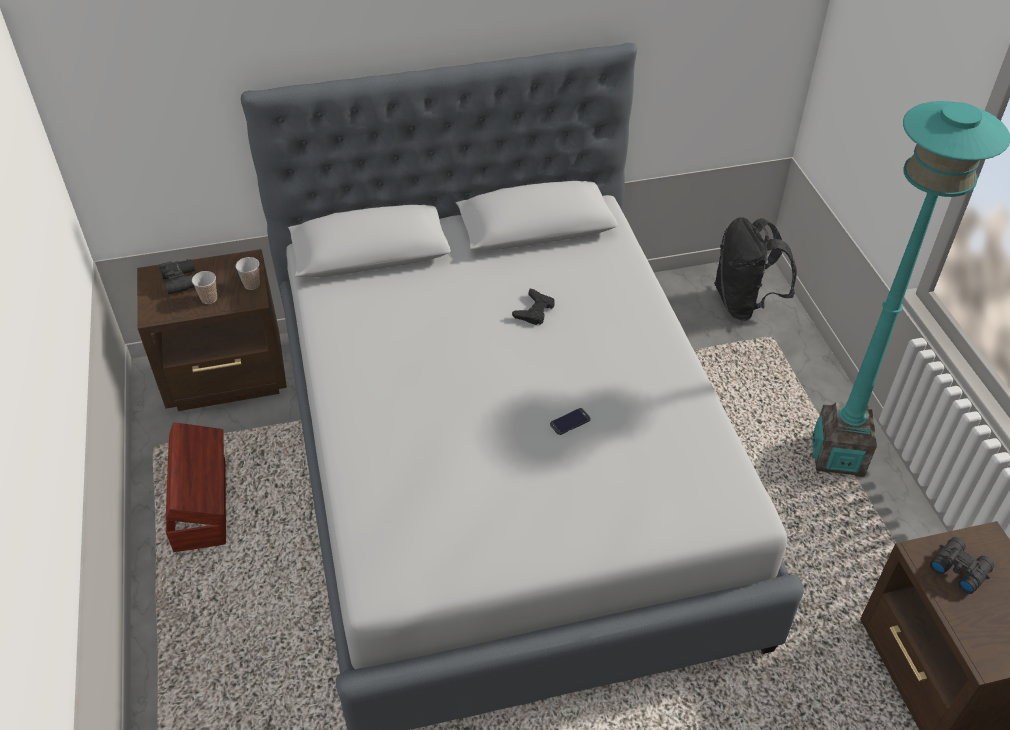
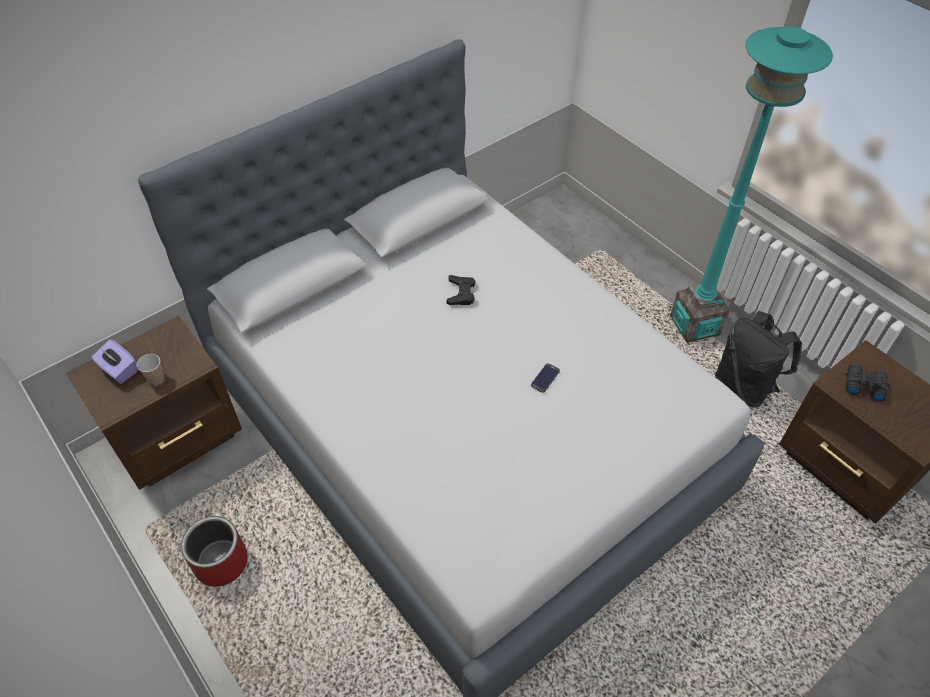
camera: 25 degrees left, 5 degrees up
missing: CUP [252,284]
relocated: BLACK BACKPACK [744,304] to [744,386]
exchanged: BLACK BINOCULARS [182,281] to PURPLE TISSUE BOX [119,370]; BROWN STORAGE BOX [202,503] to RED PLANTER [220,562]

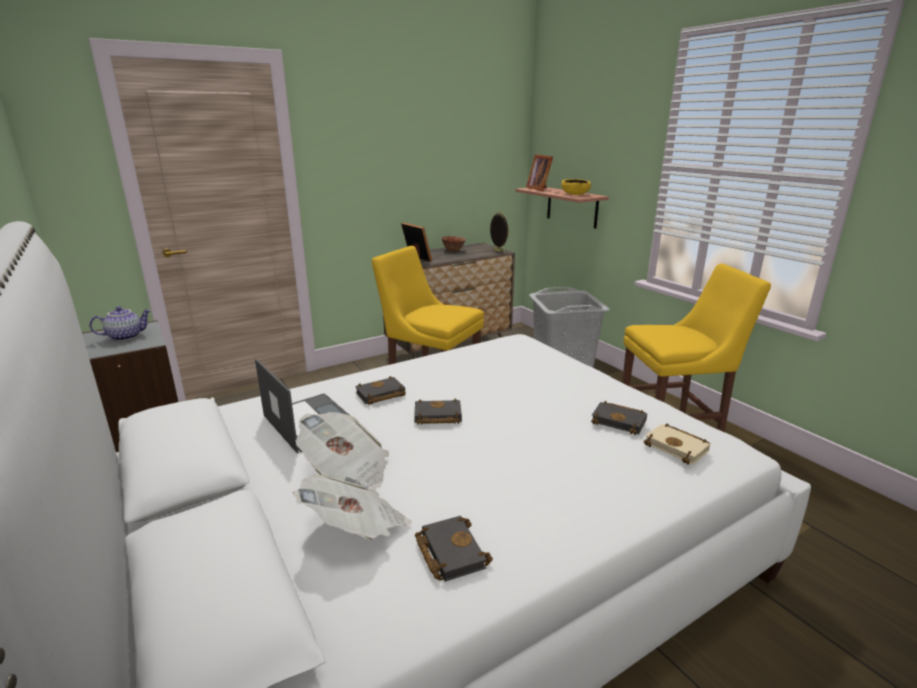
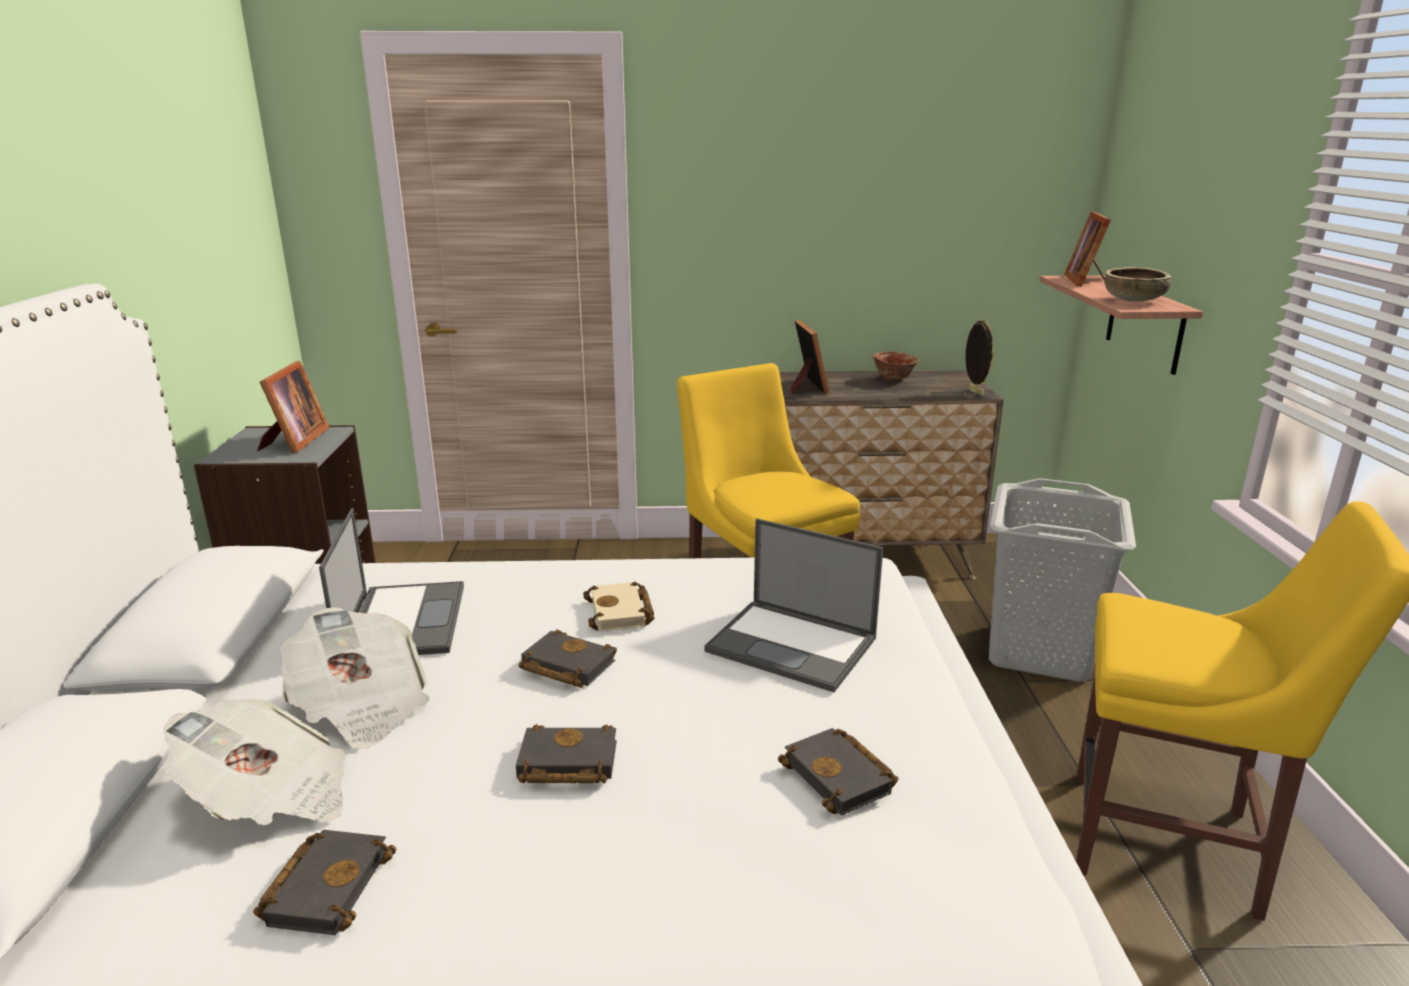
camera: 30 degrees right, 0 degrees up
appeared: LAPTOP [793,645]
relocated: BLACK BOOK [380,395] to [565,764]; BEIGE BOOK [678,447] to [621,613]
exchanged: TEAPOT [126,336] to PICTURE FRAME [294,441]
colour: YELLOW BOWL [575,194] to BROWN BOWL [1133,300]

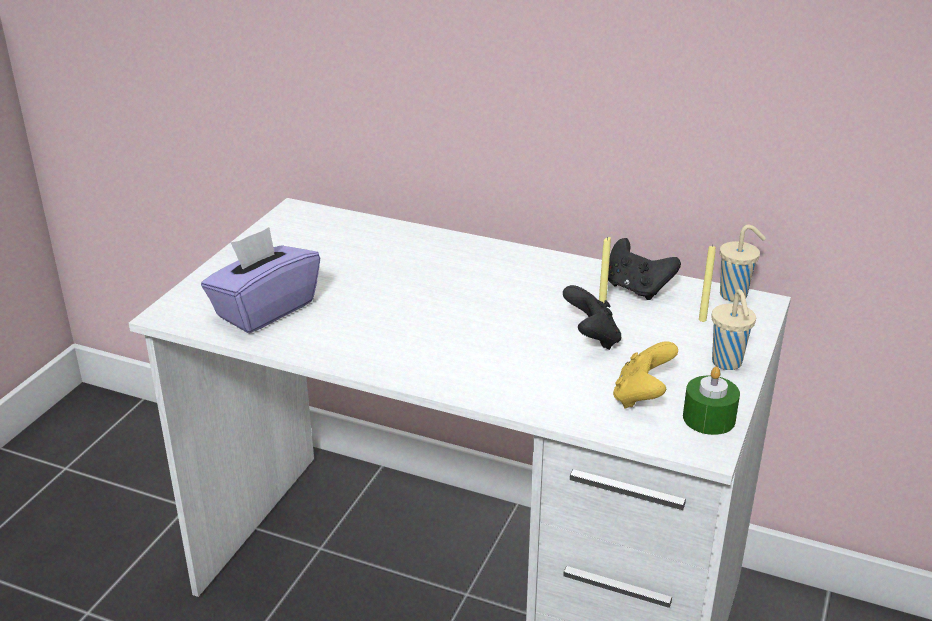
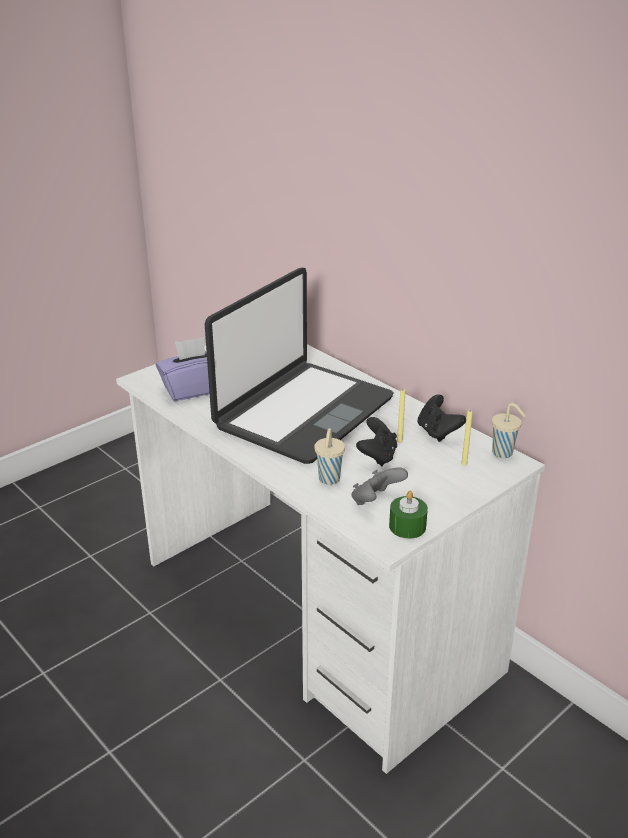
camera: 25 degrees right, 0 degrees up
appeared: LAPTOP [303,412]
relocated: BEIGE CUP [727,363] to [329,480]
colour: YELLOW GAME CONTROLLER [642,397] to GREY GAME CONTROLLER [376,501]

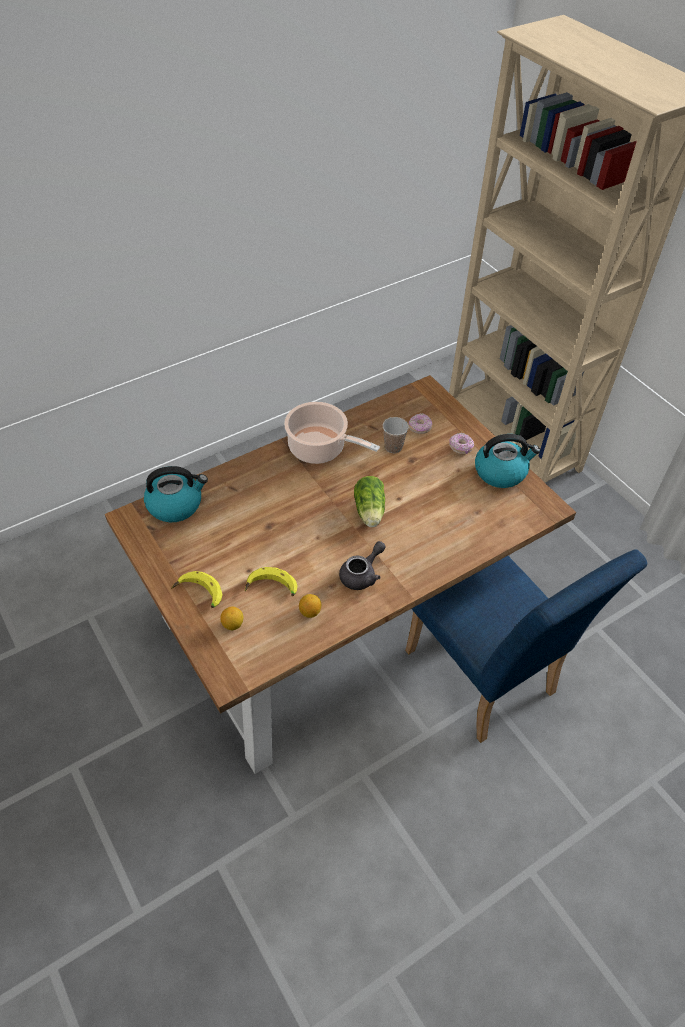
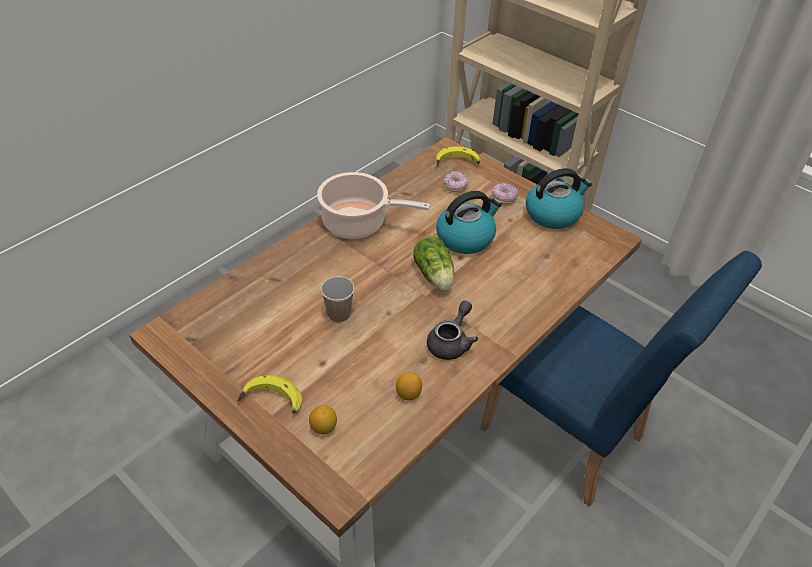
camera: 15 degrees left, 5 degrees down
relocated: KETTLE [176,504] to [466,237]; BANANA [271,589] to [457,164]; CUP [393,447] to [339,314]

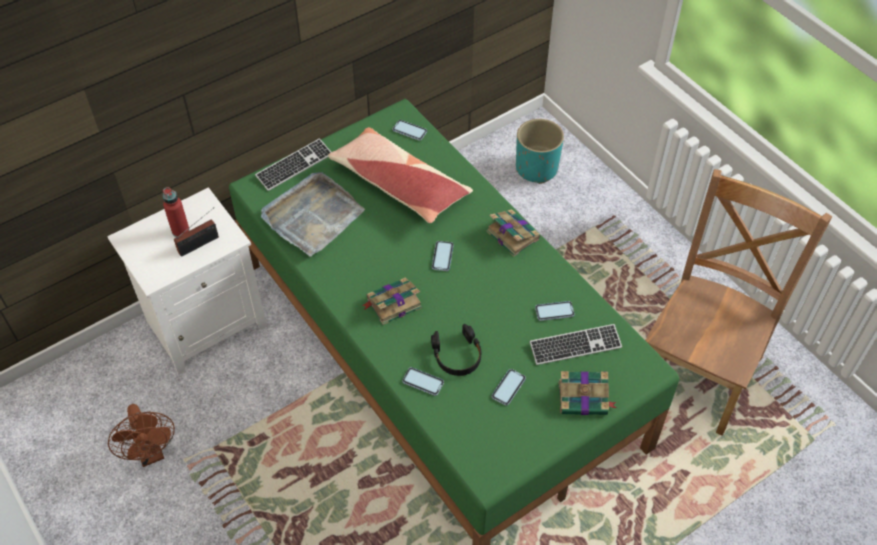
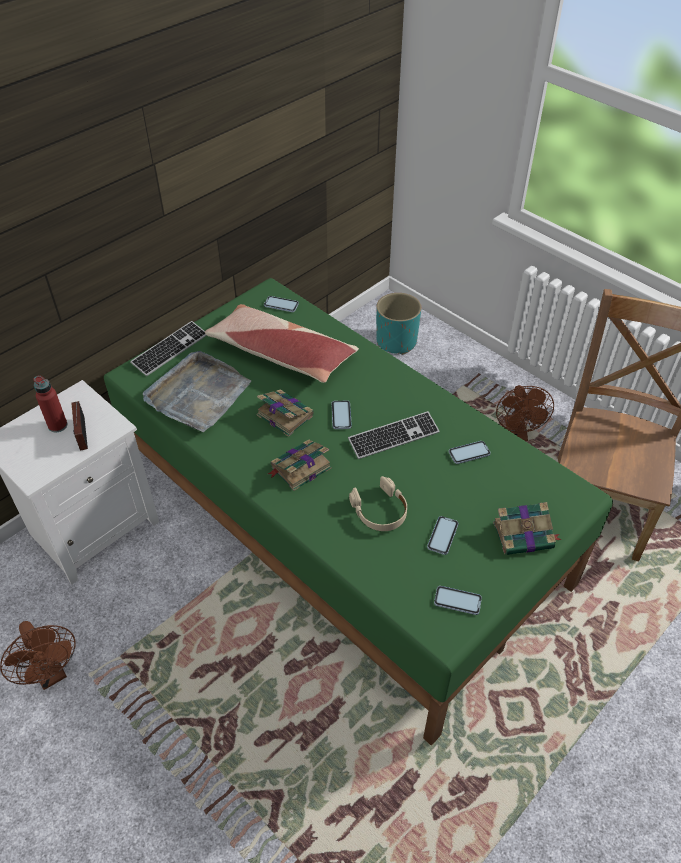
camera: 10 degrees left, 5 degrees down
appeared: BROWN FAN [517,434]
relocated: PHONE [423,382] to [457,601]; BOOK [512,234] to [284,414]; KEYBOARD [575,346] to [393,437]
colour: BLACK HEADPHONES [457,355] to BEIGE HEADPHONES [380,511]
spun: RADIO [201,244] = [82,435] 120 degrees clockwise

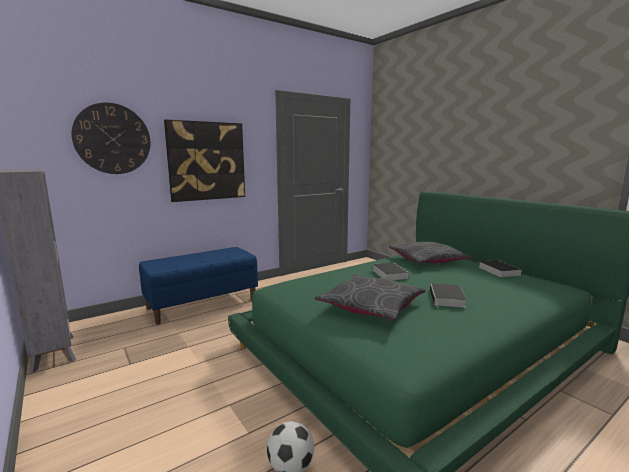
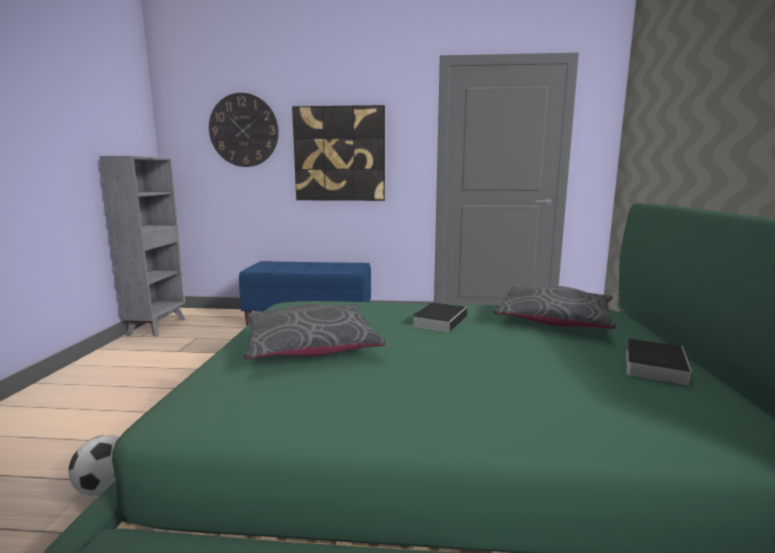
camera: 40 degrees right, 0 degrees up
missing: BOOK [447,299]

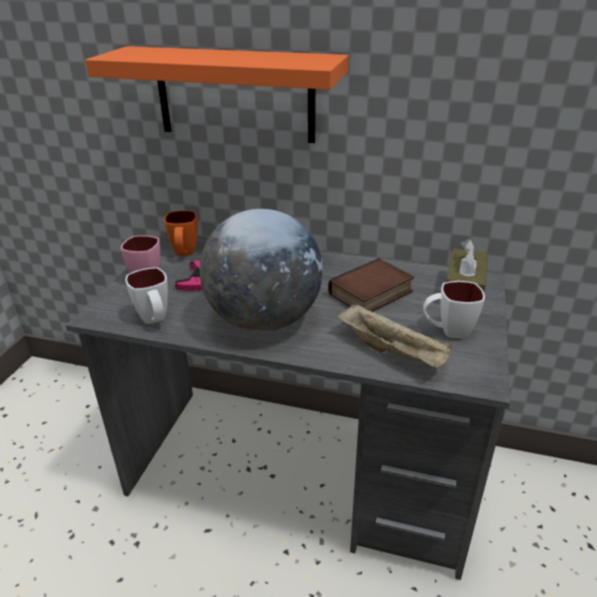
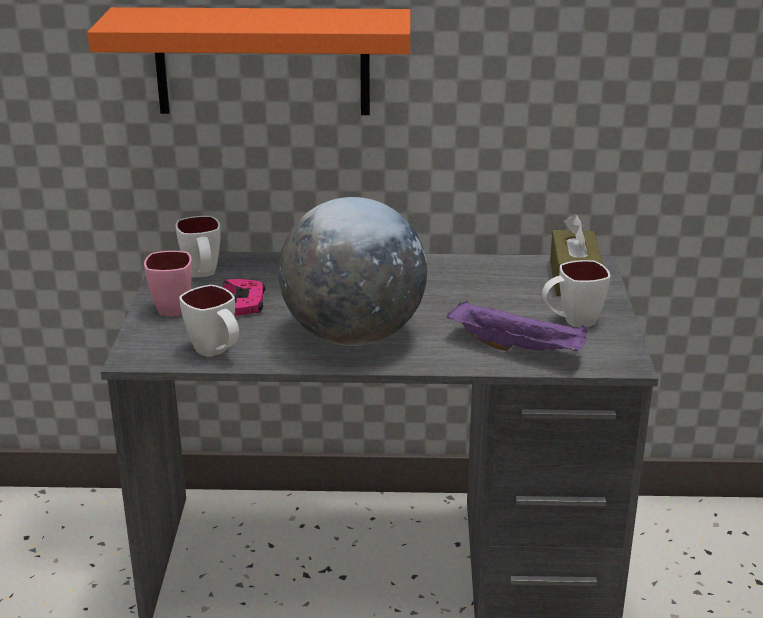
camera: 15 degrees left, 5 degrees down
missing: BOOK [371,294]
colour: ORANGE MUG [184,254] to WHITE MUG [203,275]; BEIGE TRAY [392,351] to PURPLE TRAY [518,348]

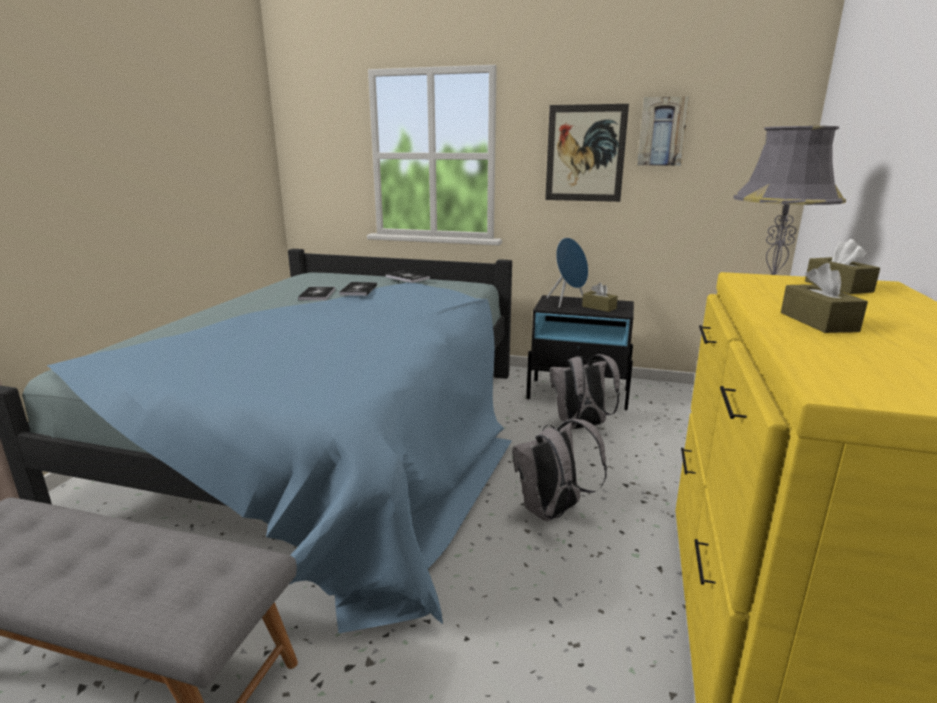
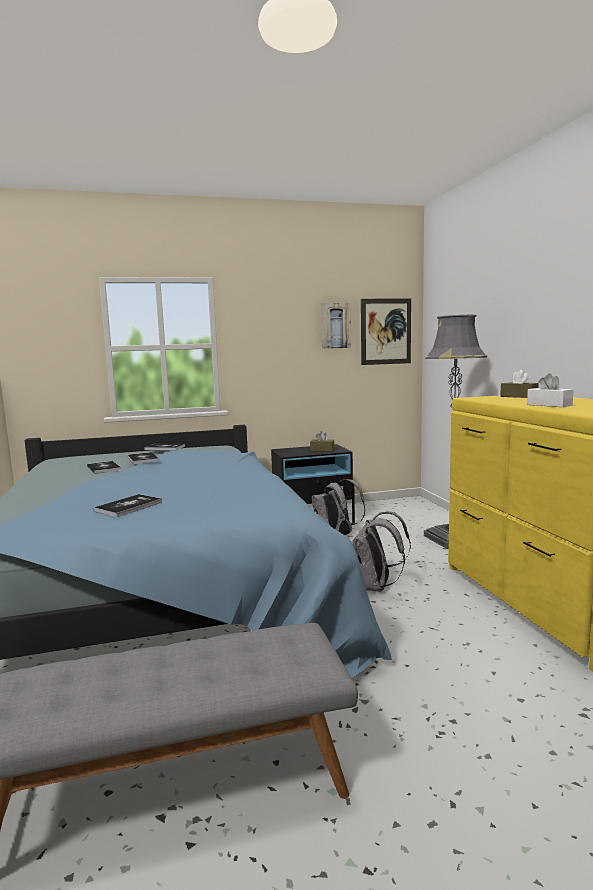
camera: 30 degrees left, 10 degrees down
missing: BLUE SPEAKER [567,302]
appeared: BOOK [128,507]
relocated: PICTURE [585,153] to [386,331]
colour: BROWN TISSUE BOX [818,322] to WHITE TISSUE BOX [549,405]

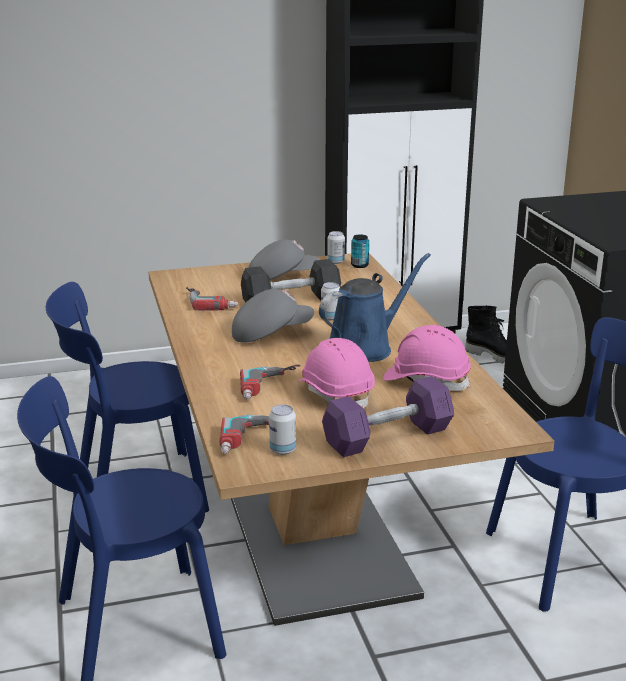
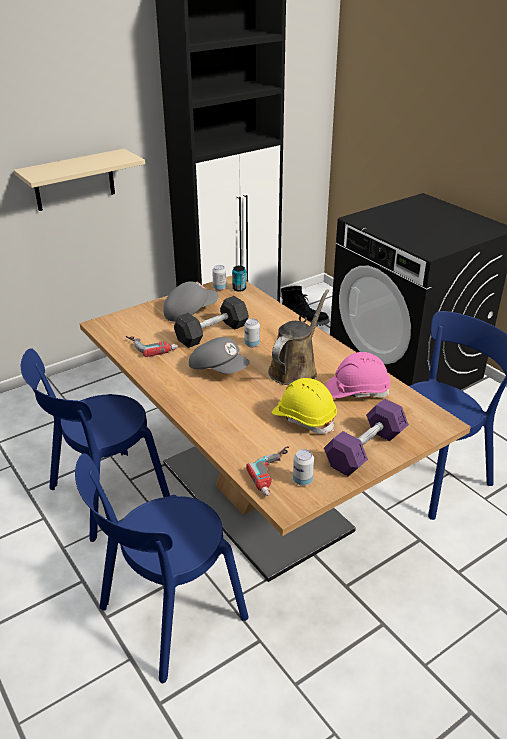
camera: 20 degrees left, 10 degrees up
missing: POWER DRILL [272,387]
appeared: BEIGE SHELF [74,180]
colour: PINK HARD HAT [335,394] to YELLOW HARD HAT [304,418]; BLUE WATERING CAN [364,347] to BROWN WATERING CAN [295,369]
spun: GREY CAP [271,333] = [219,369] 75 degrees clockwise

